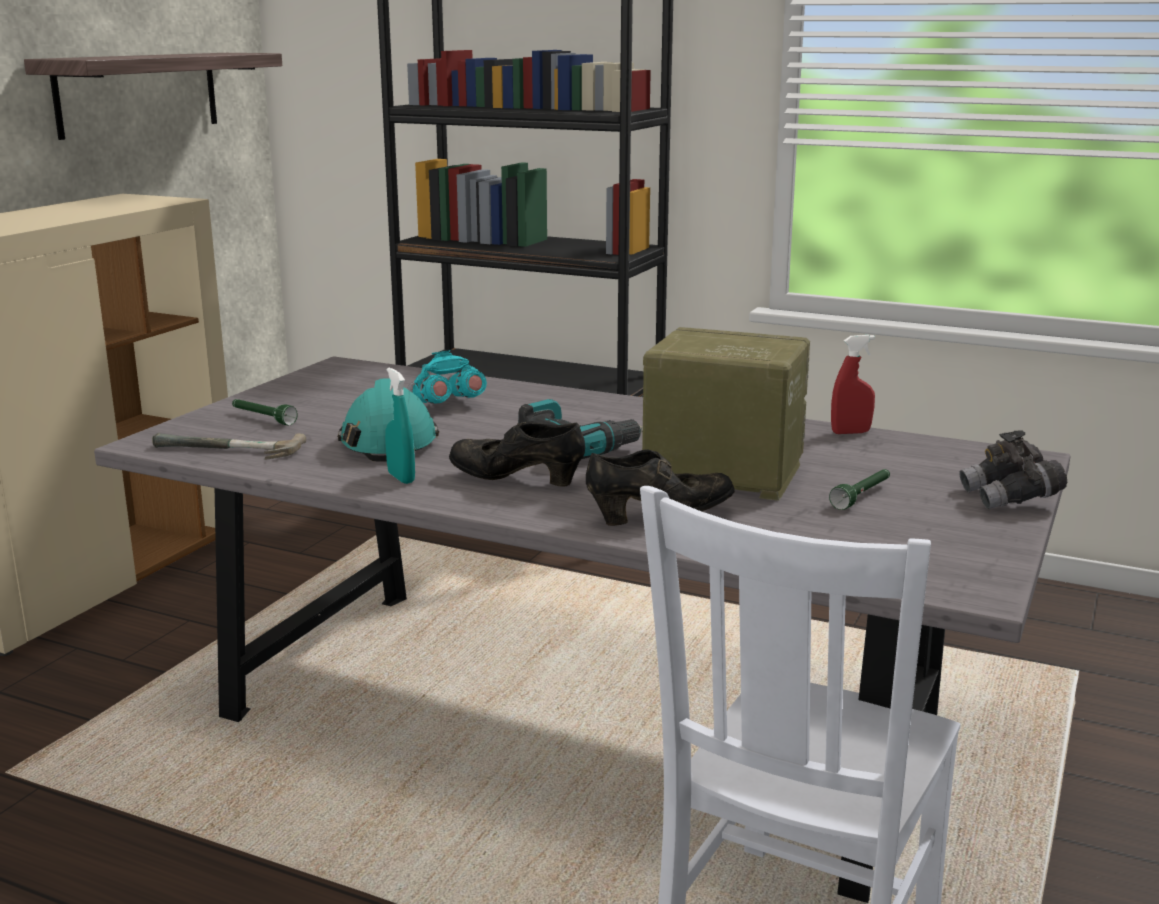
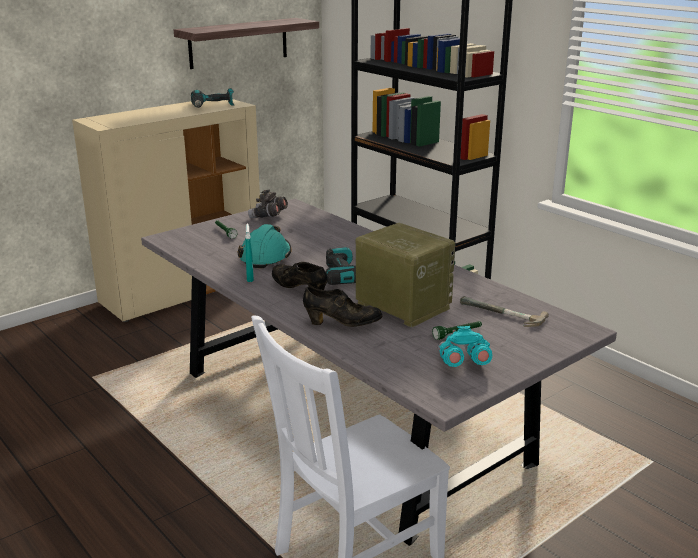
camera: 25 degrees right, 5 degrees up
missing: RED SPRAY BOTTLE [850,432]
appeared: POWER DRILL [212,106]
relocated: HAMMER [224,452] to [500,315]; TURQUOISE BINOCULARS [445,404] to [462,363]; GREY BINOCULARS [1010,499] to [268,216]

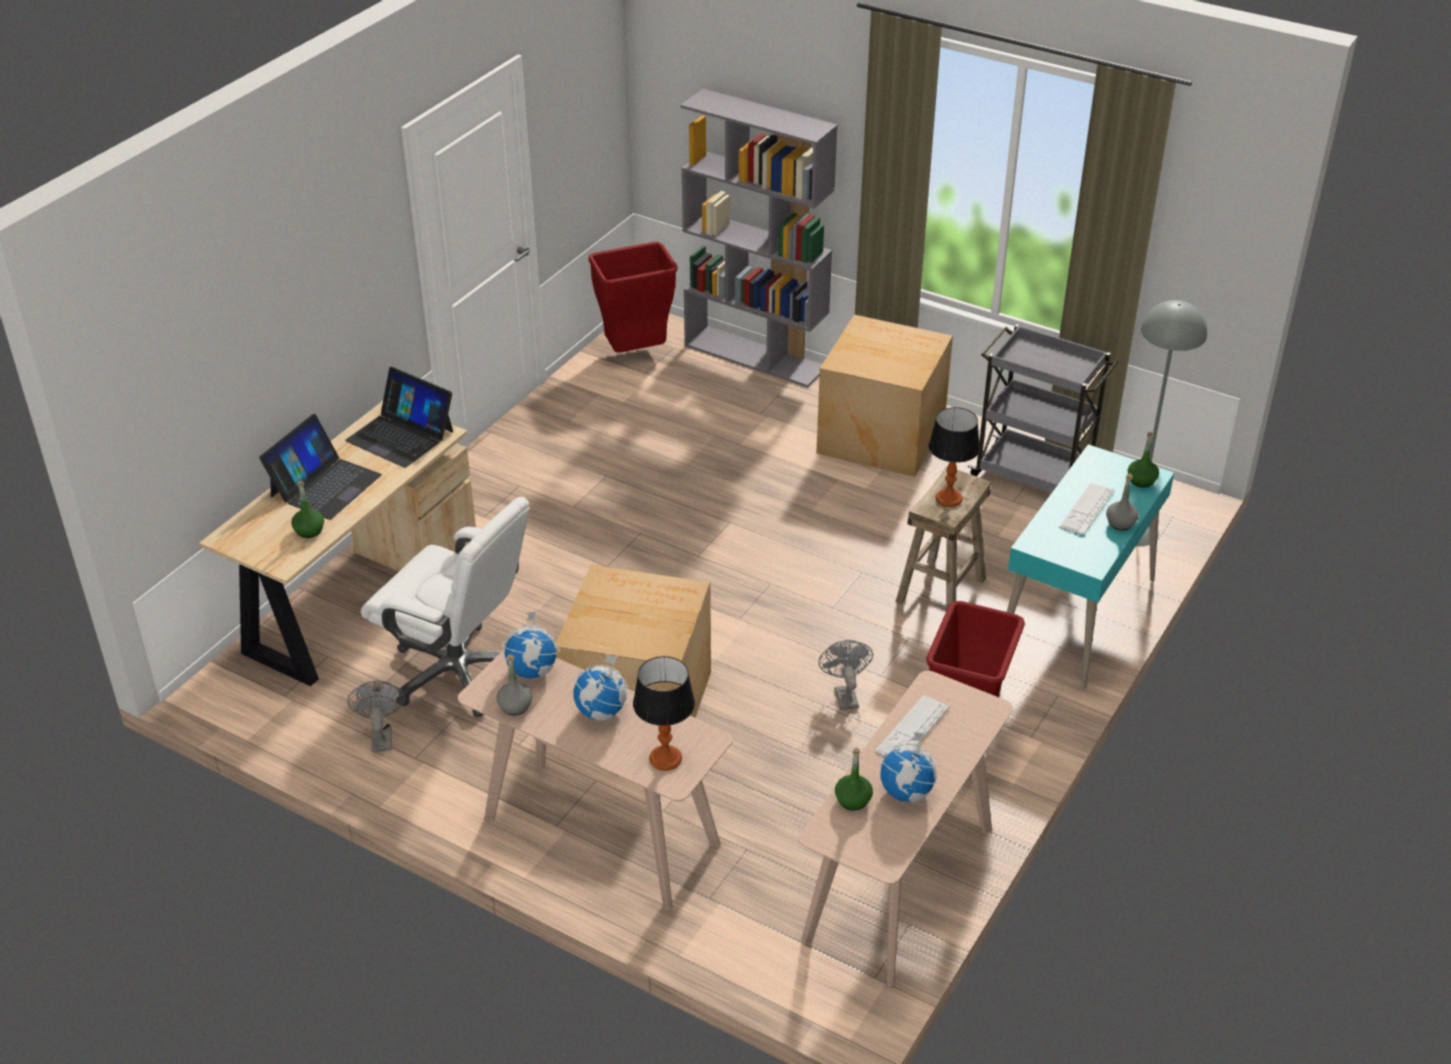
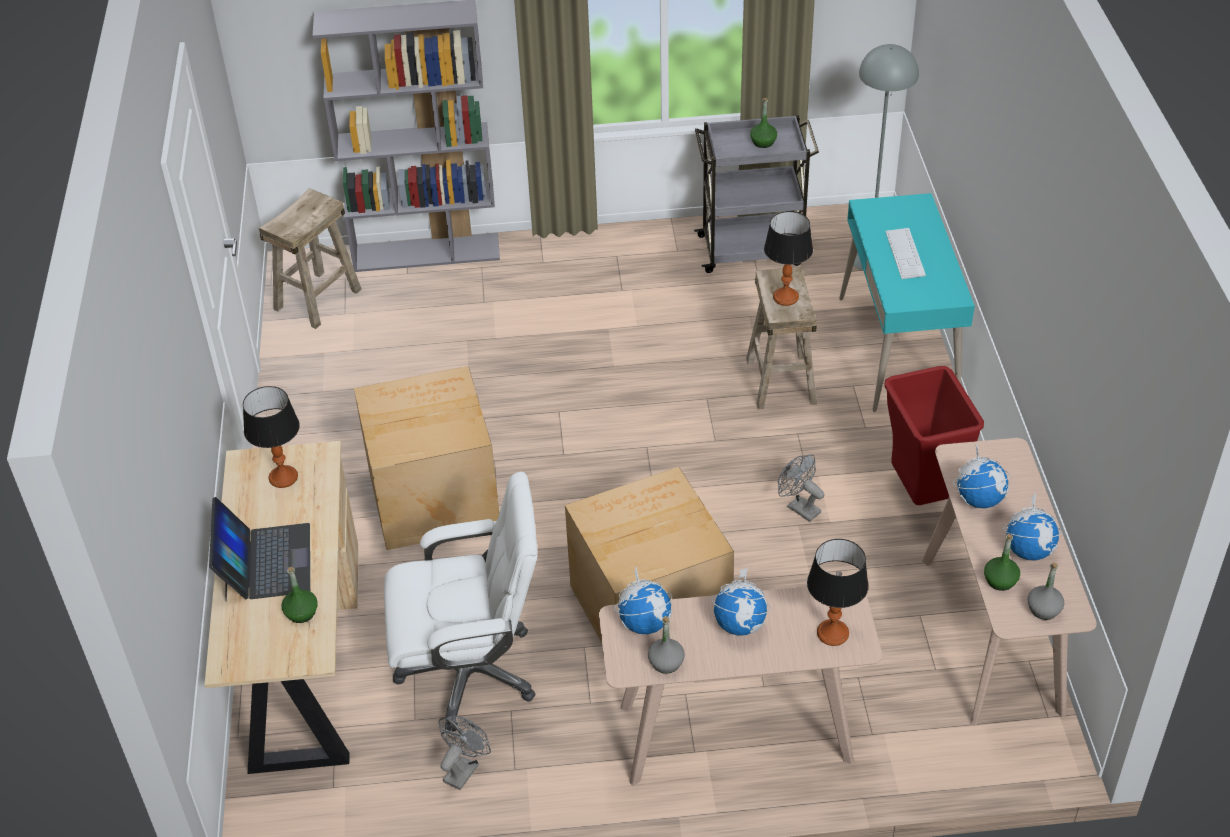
camera: 35 degrees left, 5 degrees up
relocated: CARDBOARD BOX [880,435] to [431,496]; GREY BOTTLE [1120,523] to [1044,609]; GREEN BOTTLE [1141,480] to [763,142]
exchanged: LAPTOP [401,435] to TABLE LAMP [284,477]; RED TRASH CAN [636,353] to BEIGE STOOL [317,299]; KEYBOARD [912,730] to GLOBE [979,499]
spun: GREY FAN [381,736] = [464,769] 75 degrees clockwise

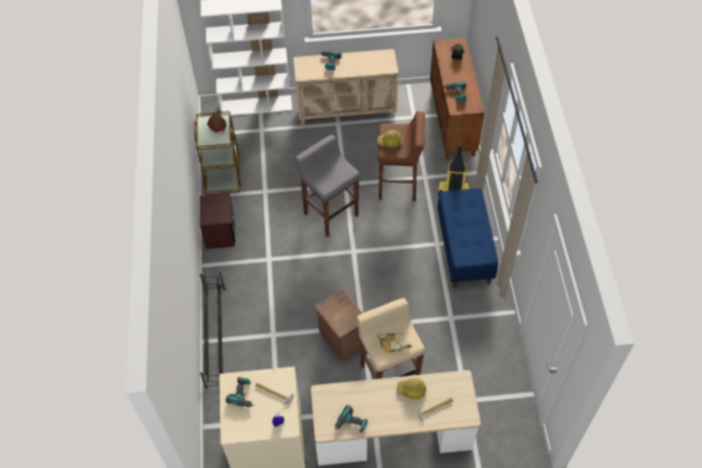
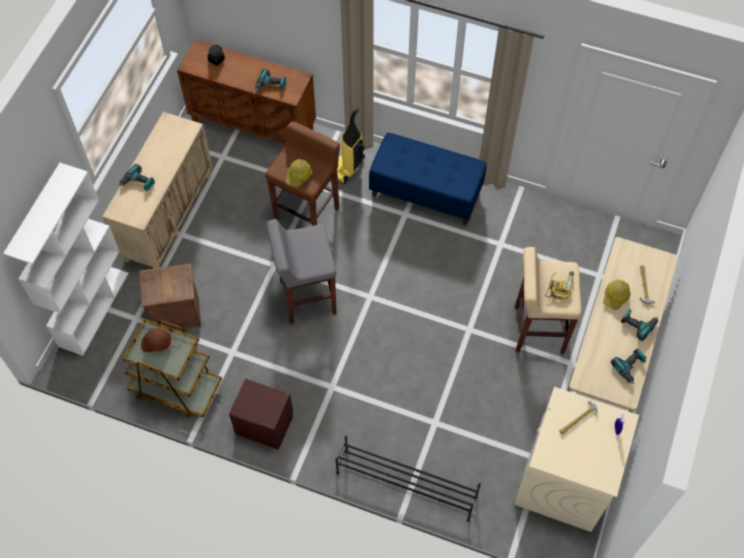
camera: 65 degrees left, 5 degrees up
relocated: POWER DRILL [243,394] to [638,324]; CRATE [342,339] to [177,315]

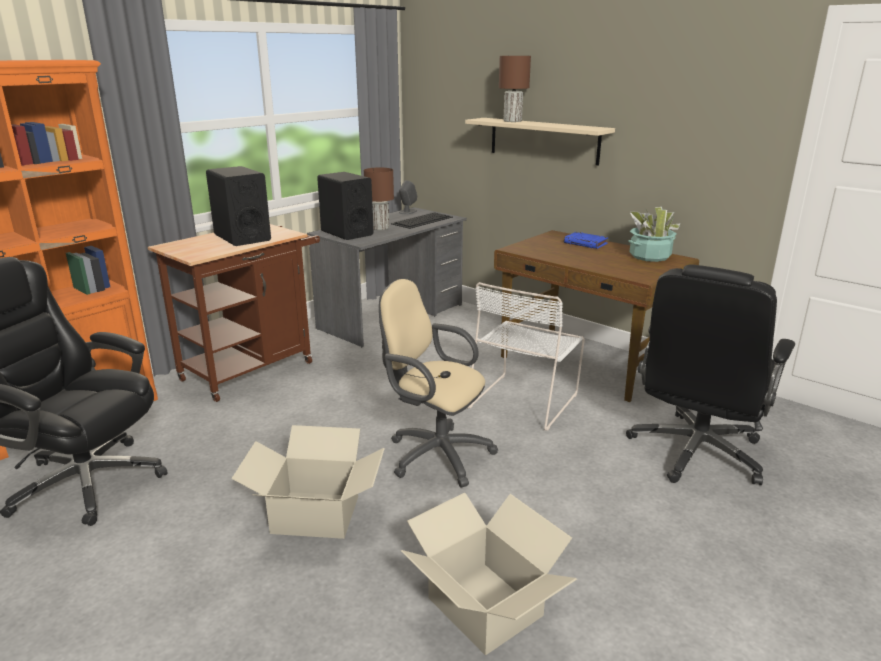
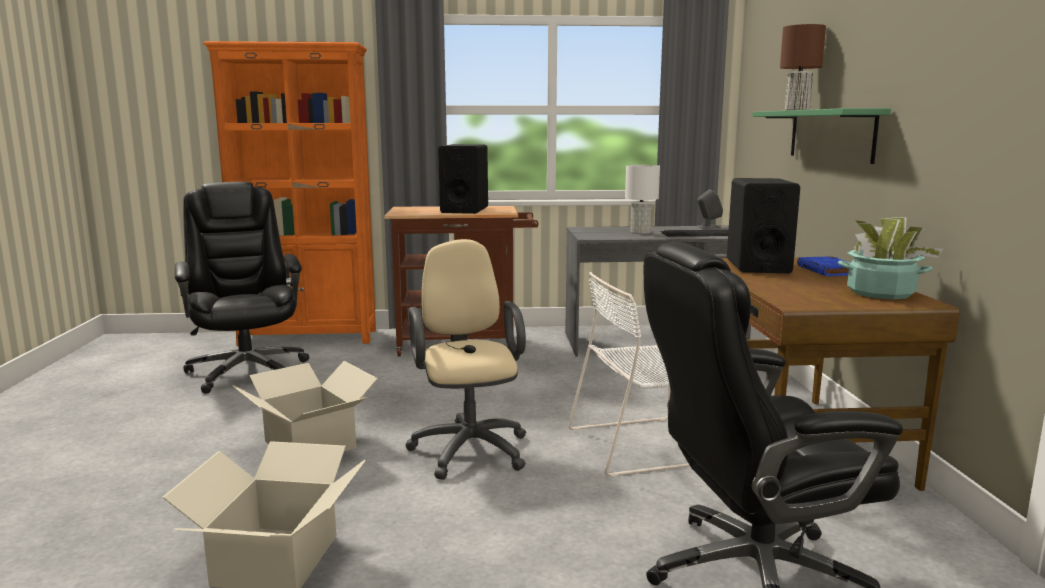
camera: 45 degrees right, 10 degrees down
relocated: BLACK SPEAKER [346,233] to [757,266]
colour: BROWN TABLE LAMP [380,228] to WHITE TABLE LAMP [640,232]; BEIGE SHELF [543,140] to GREEN SHELF [830,135]

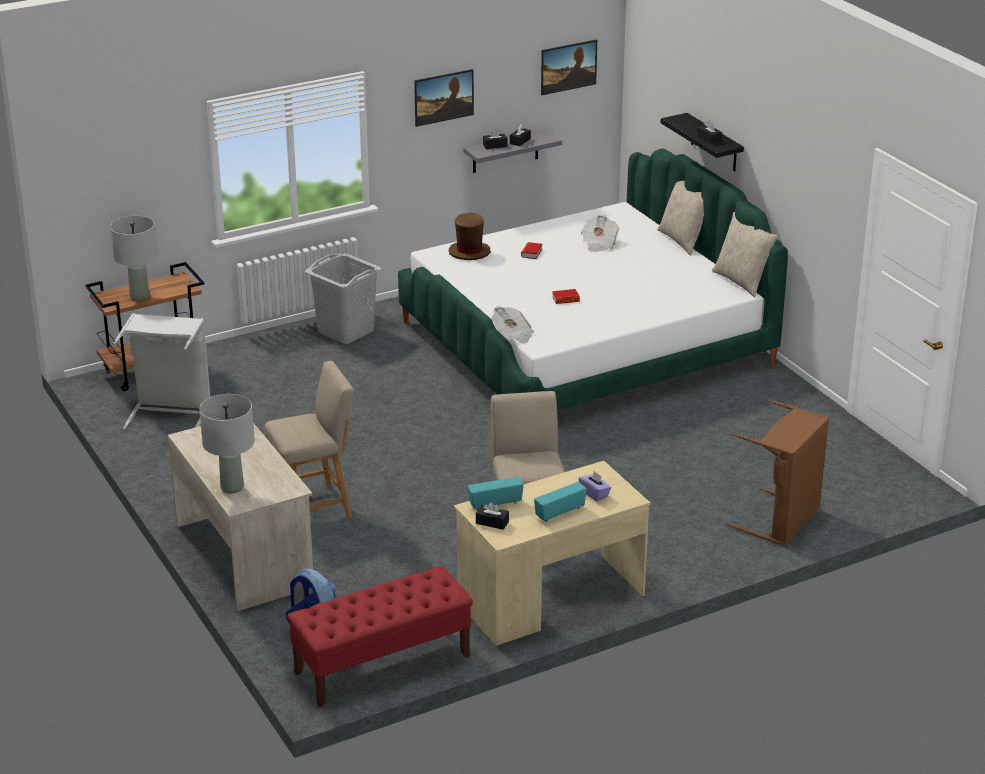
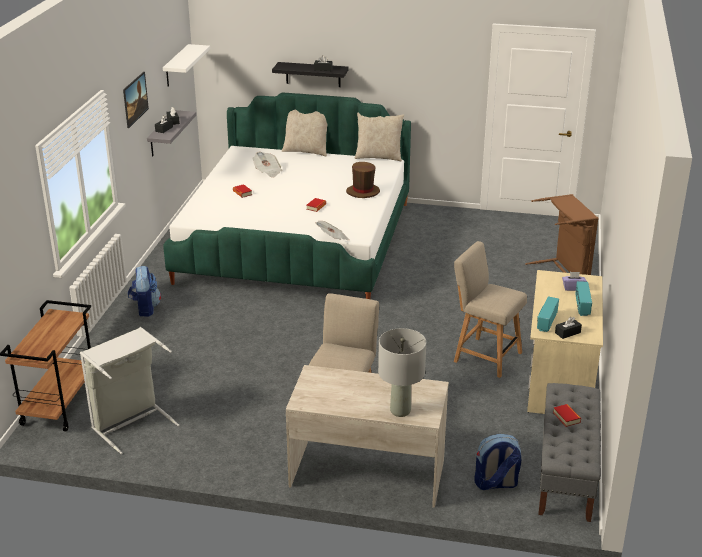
camera: 50 degrees left, 0 degrees up
missing: GREY TABLE LAMP [139,296]
appeared: BOOK [566,417]
relocated: BROWN HAT [469,252] to [363,192]
exchanged: GREY LAUNDRY BASKET [346,331] to BACKPACK [145,308]; PICTURE [568,78] to WHITE SHELF [176,66]
colour: RED BENCH [382,664] to GREY BENCH [566,473]

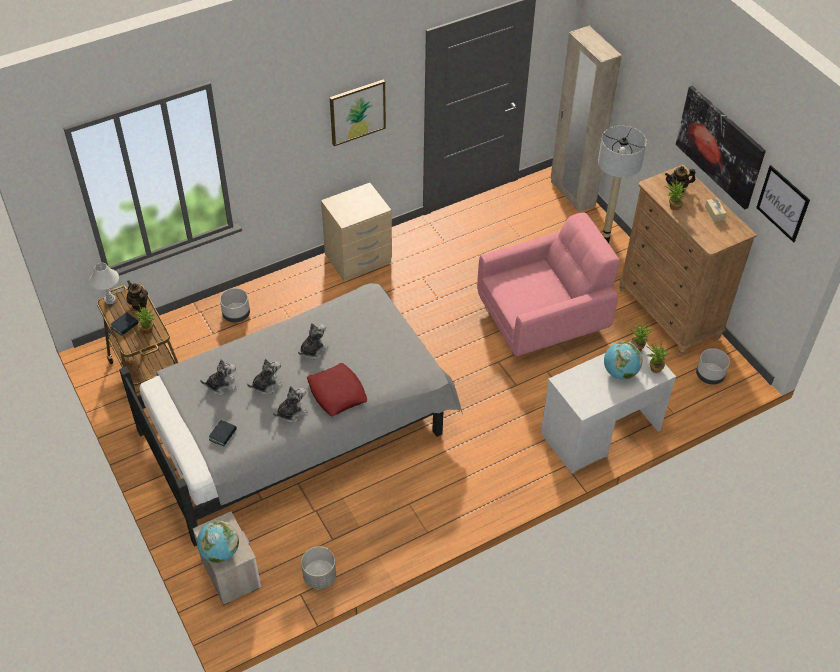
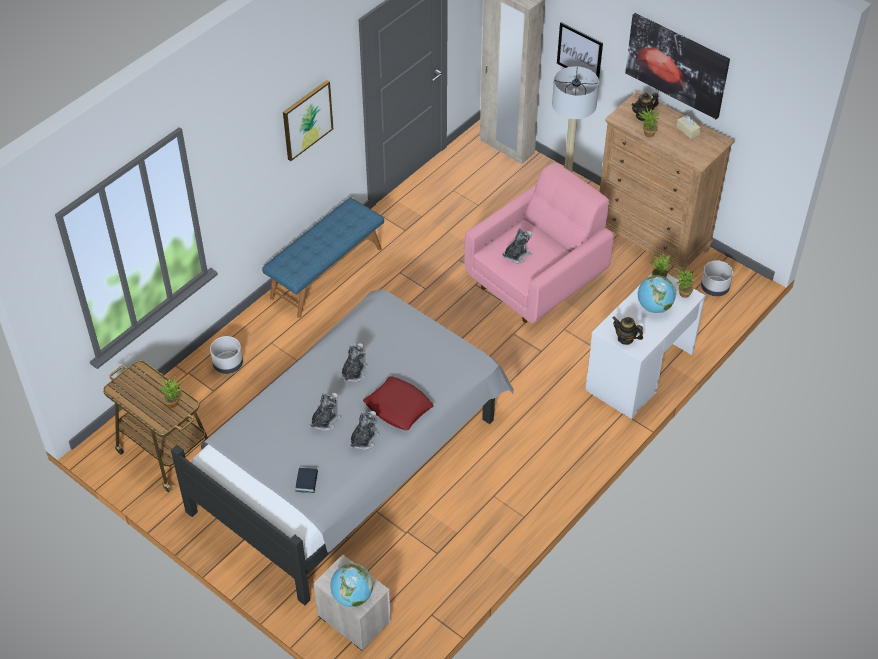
camera: 20 degrees left, 0 degrees up
missing: WHITE TABLE LAMP [110,299]; BOOK [125,326]; GREY PLANTER [319,576]
relocated: TEAPOT [139,304] to [625,338]; PLUSH TOY [221,385] to [516,255]; PICTURE [782,203] to [579,53]
exchanged: BEIGE NIGHTSTAND [358,259] to BLUE BENCH [326,272]

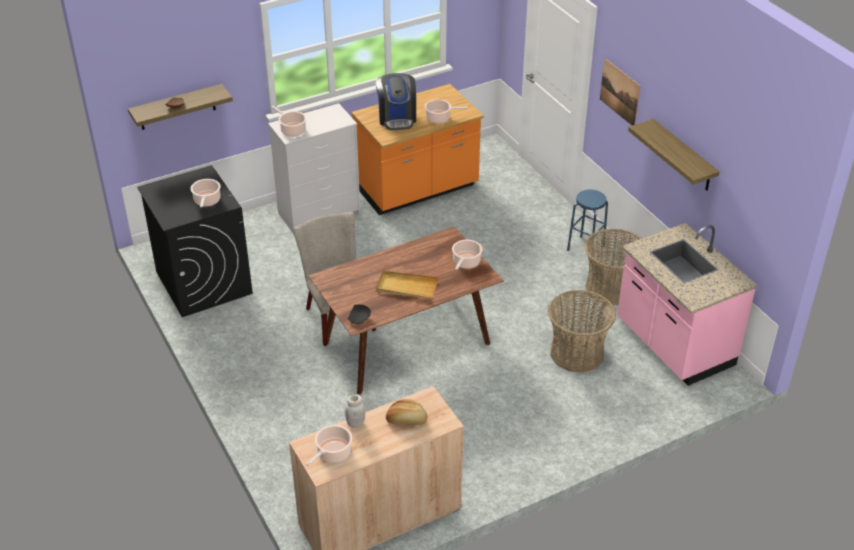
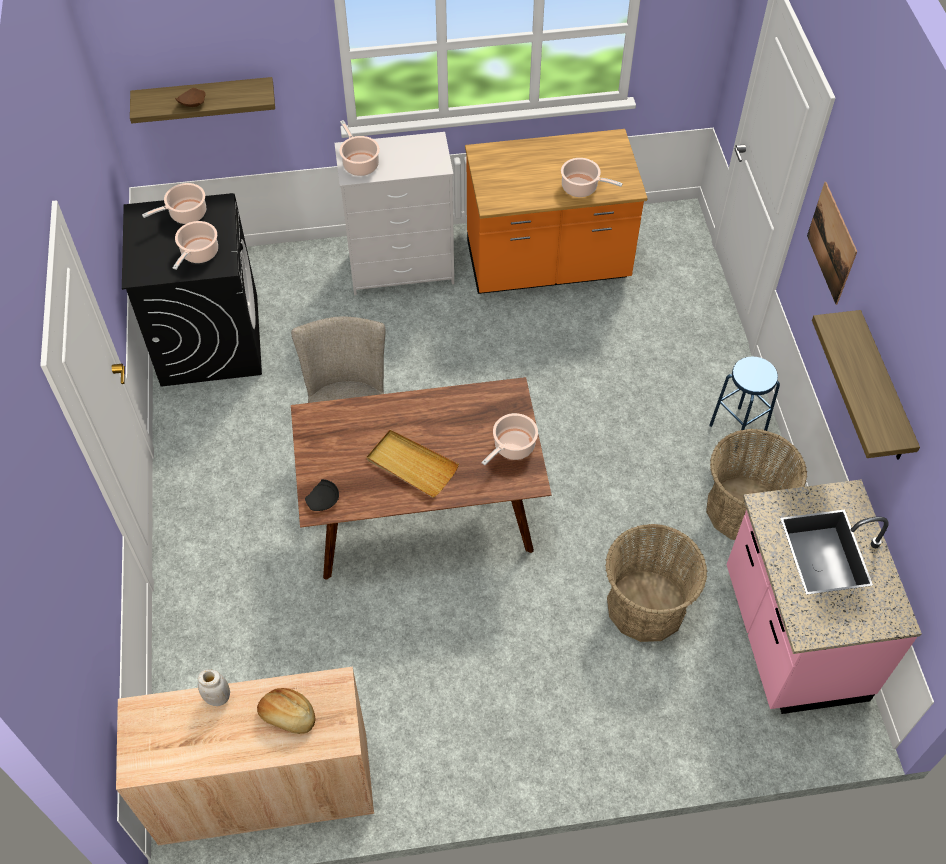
camera: 20 degrees right, 15 degrees up
missing: COFFEE MACHINE [397,118]
relocated: COOKING POT [332,453] to [186,214]

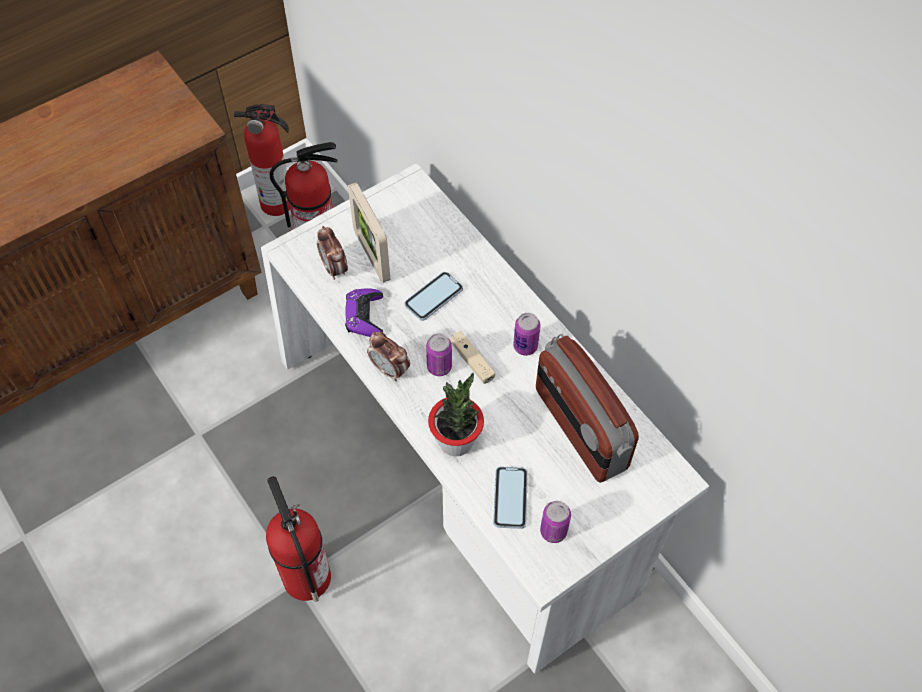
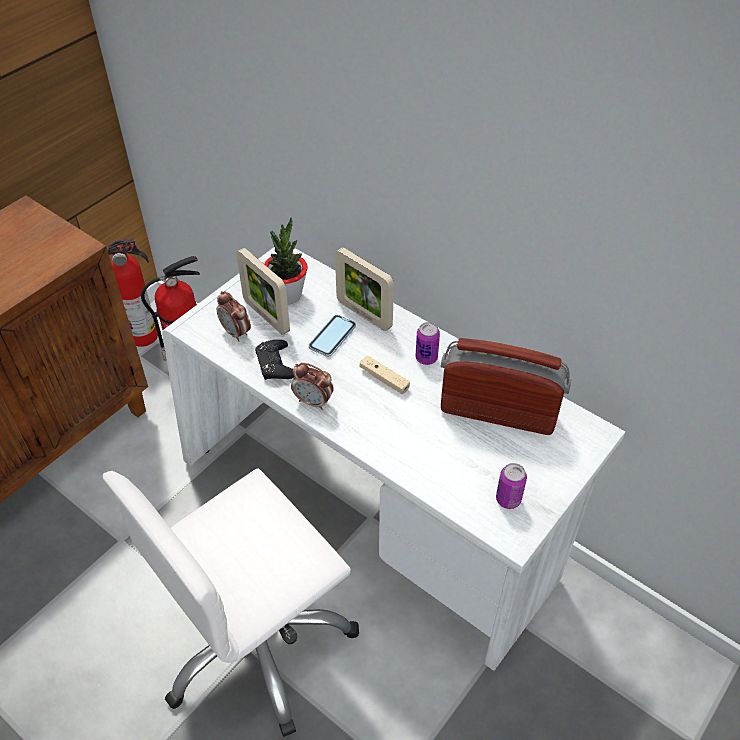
camera: 15 degrees left, 10 degrees down
missing: CAN [439,367]; PHONE [510,498]
appeared: PICTURE FRAME [364,314]
relocated: POTTED PLANT [456,441] to [287,295]
exchanged: FIRE EXTINGUISHER [305,576] to WHITE OFFICE CHAIR [257,640]
colour: PURPLE GAME CONTROLLER [364,316] to BLACK GAME CONTROLLER [276,364]
spun: RADIO [579,429] = [498,412] 150 degrees clockwise

